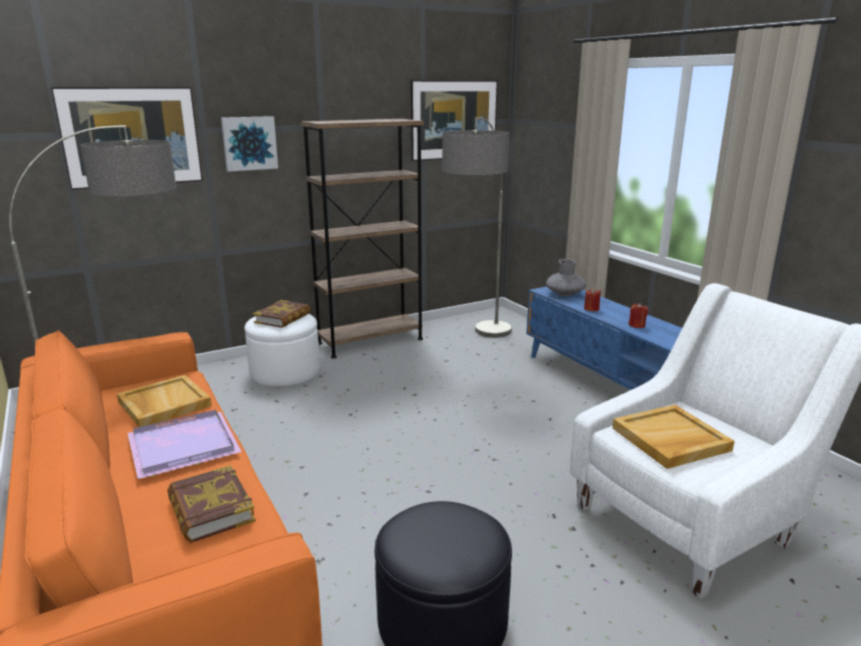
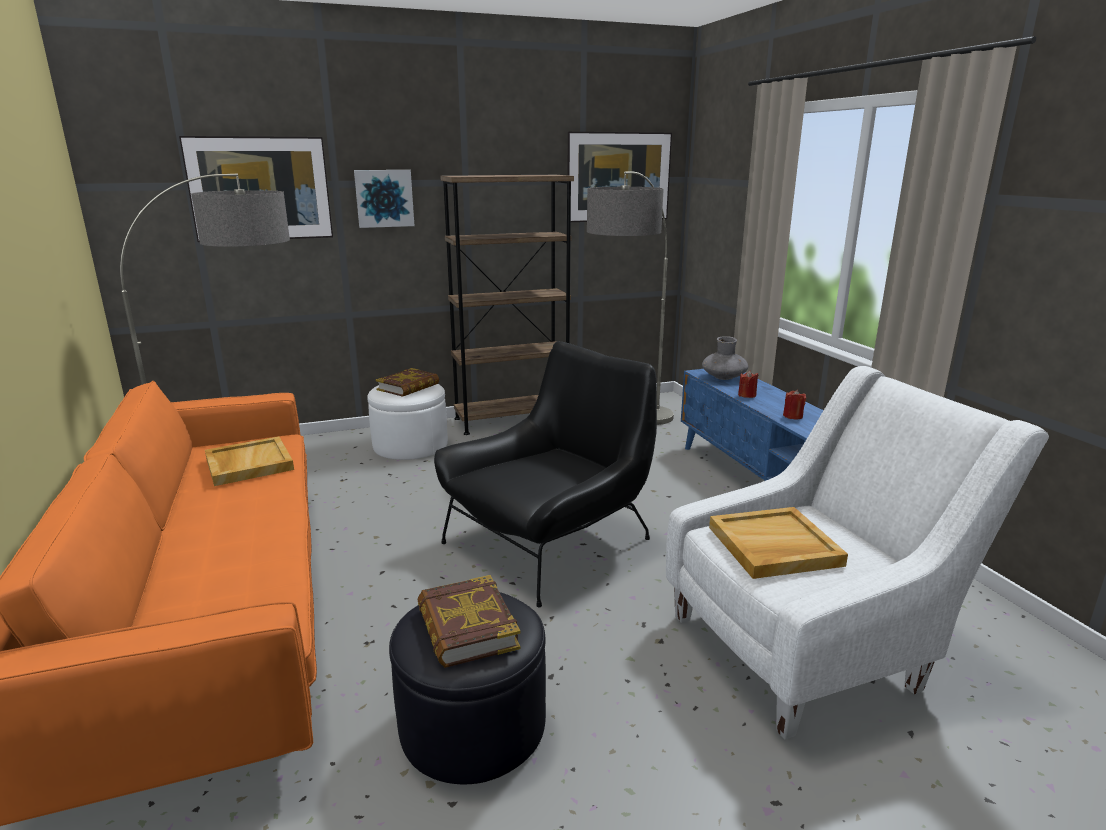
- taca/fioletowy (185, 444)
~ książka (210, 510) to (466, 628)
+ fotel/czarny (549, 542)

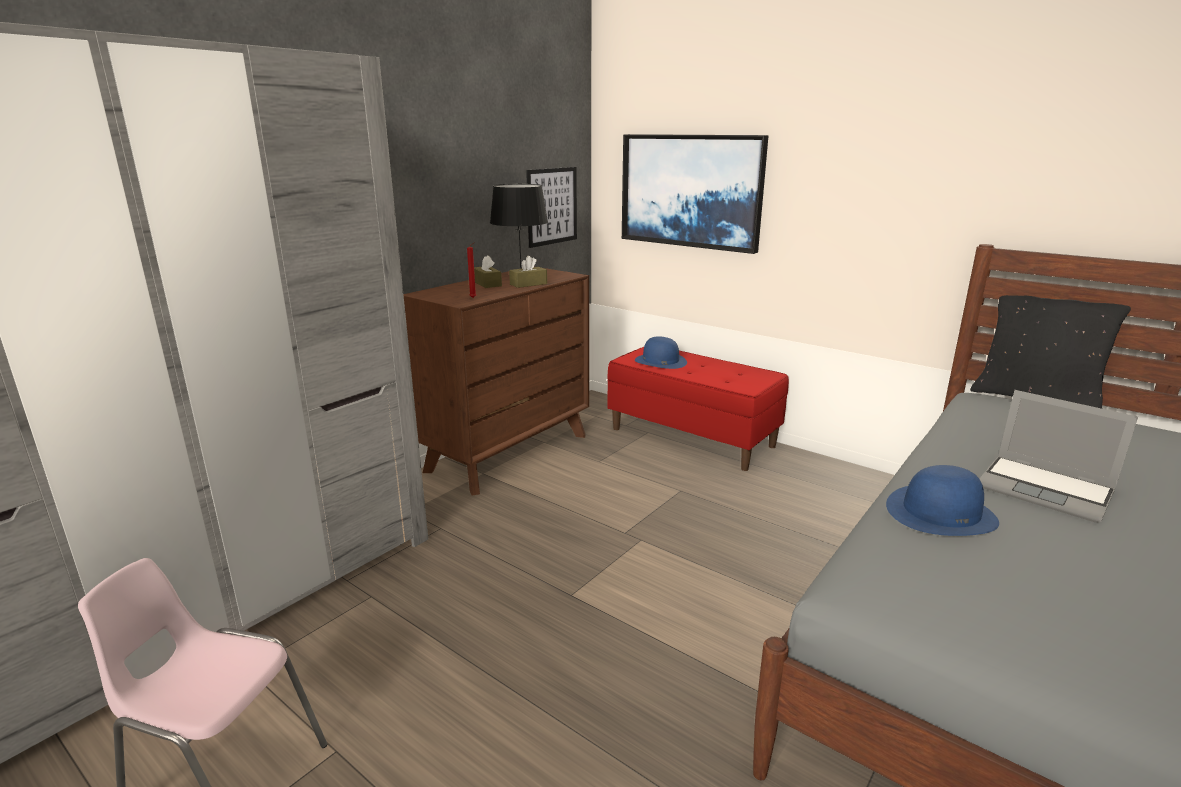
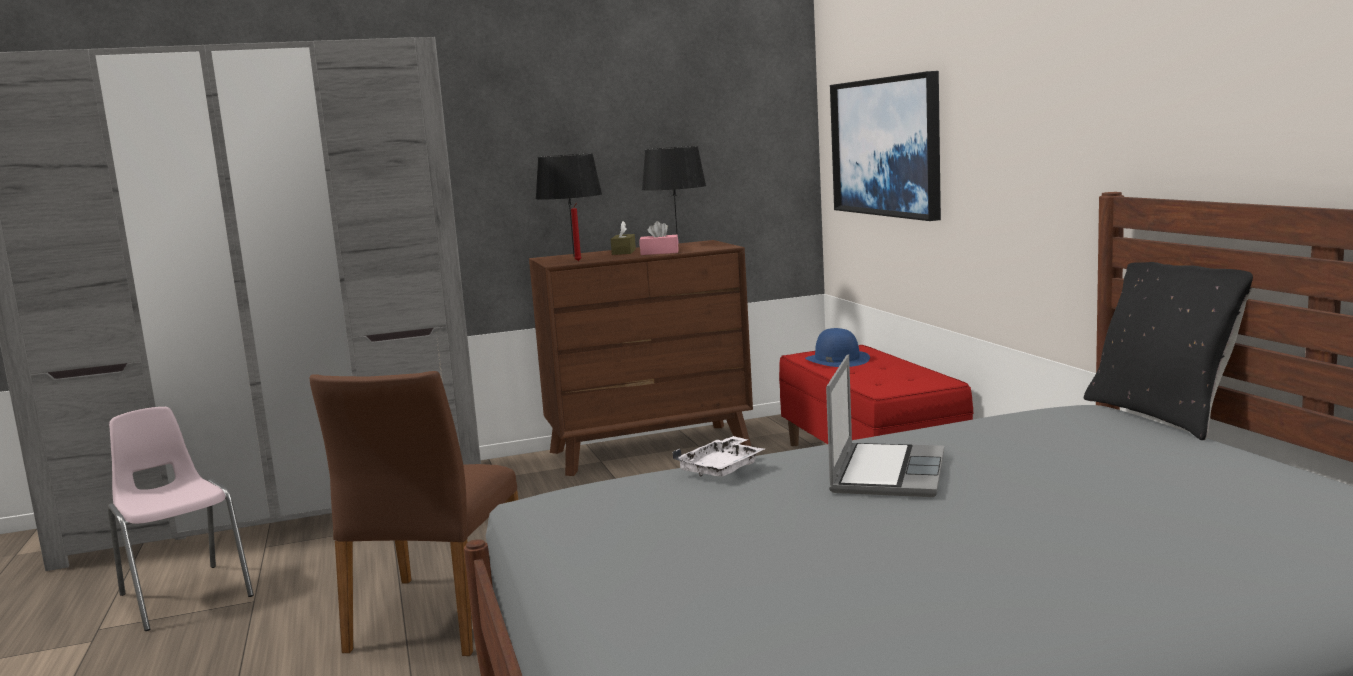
- obraz (552, 206)
~ pudełko chusteczek/brązowy (528, 284) to pudełko chusteczek/różowy (659, 252)
~ laptop (1046, 490) = (886, 472) 150 degrees counterclockwise
~ kapelusz/niebieski (941, 512) to taca/biały (722, 468)
+ lampa stołowa/czarny (574, 256)
+ krzesło/brązowy (436, 616)

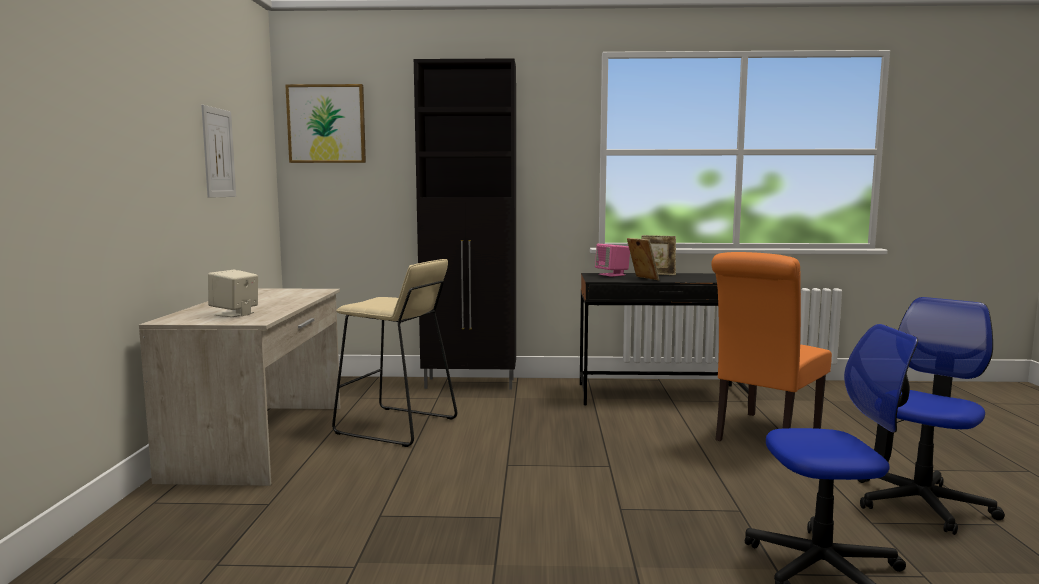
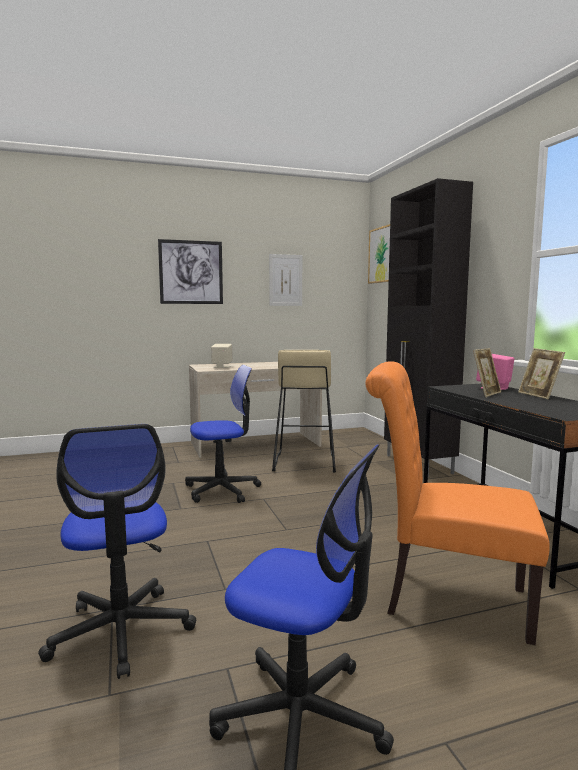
+ obraz (191, 272)
+ krzesło biurowe (222, 490)

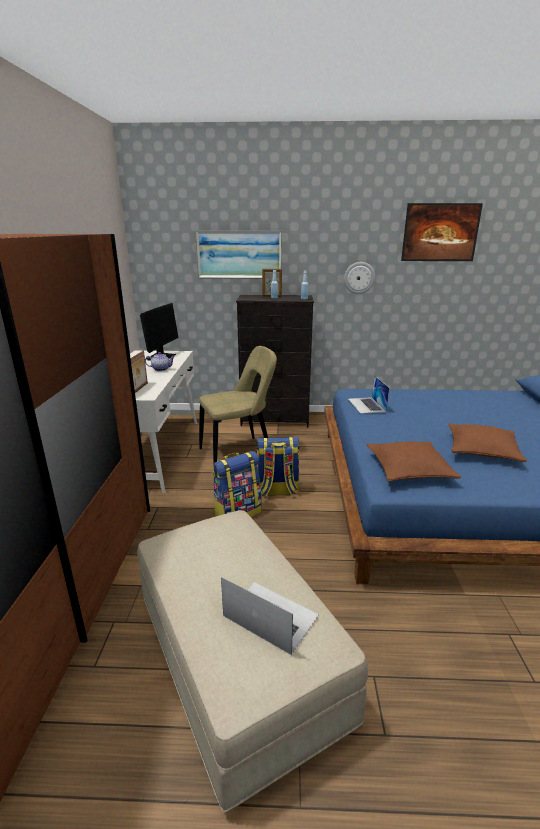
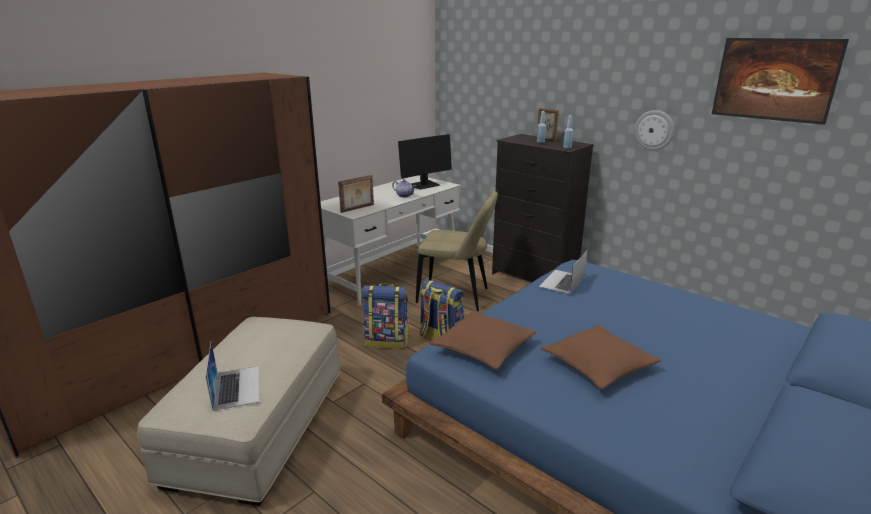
- obraz (239, 254)

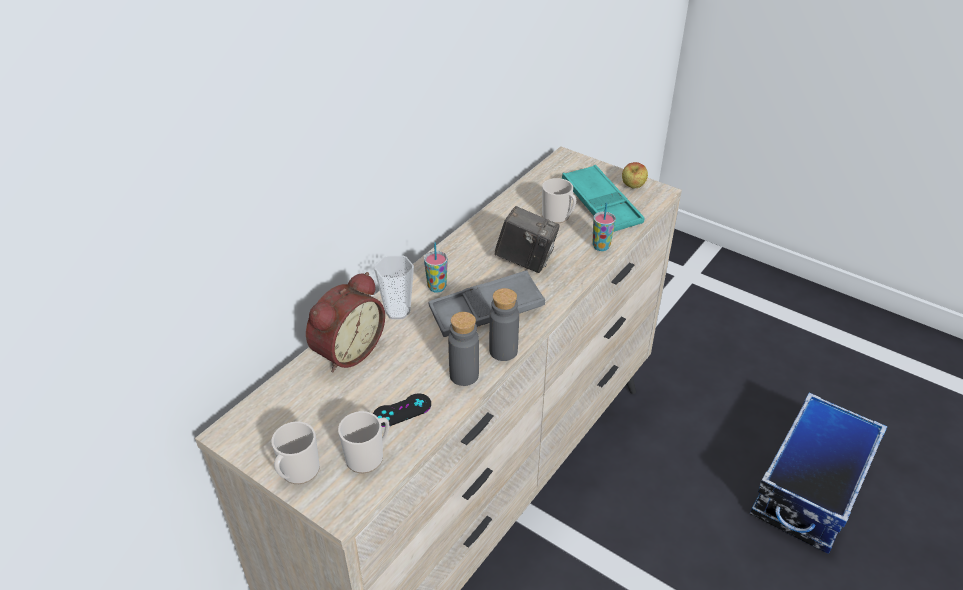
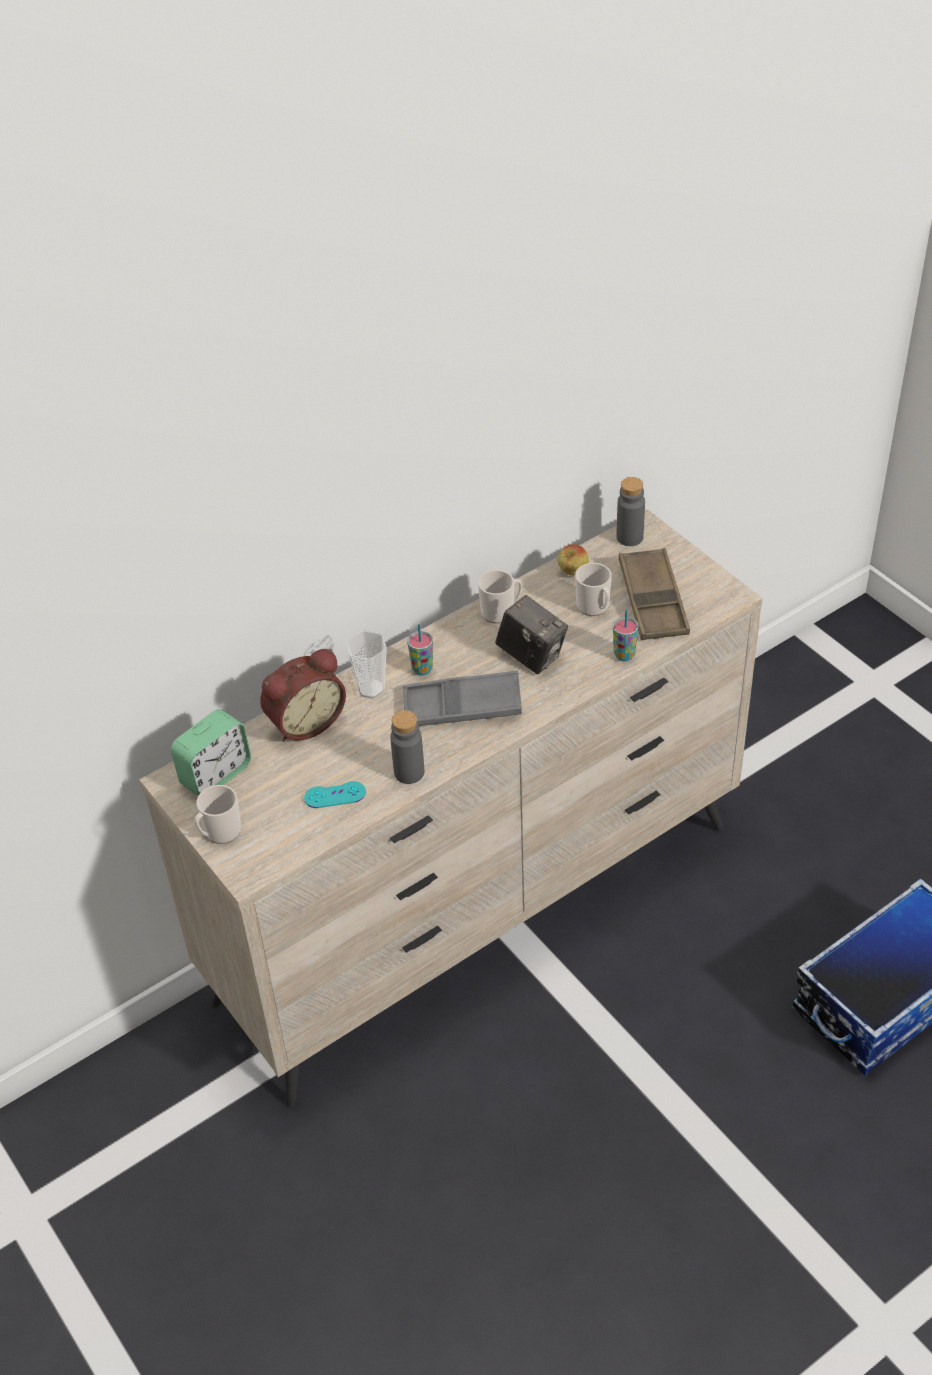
~ jabłko (633, 187) to (573, 573)
~ taca/turkusowy (601, 205) to taca/brązowy (653, 601)
~ butelka/szary (503, 351) to (629, 537)
~ pad do gier/czarny (402, 410) to pad do gier/turkusowy (335, 795)
~ kubek (368, 456) to (501, 611)
+ budzik (215, 775)

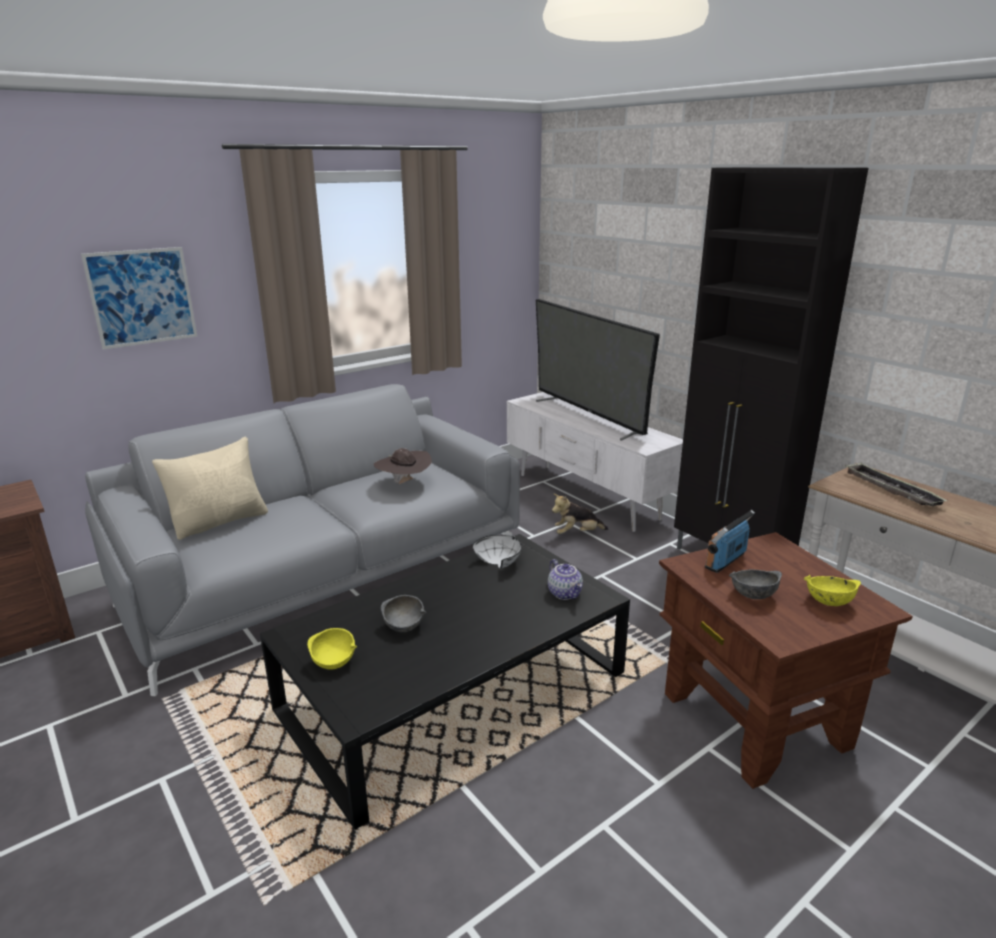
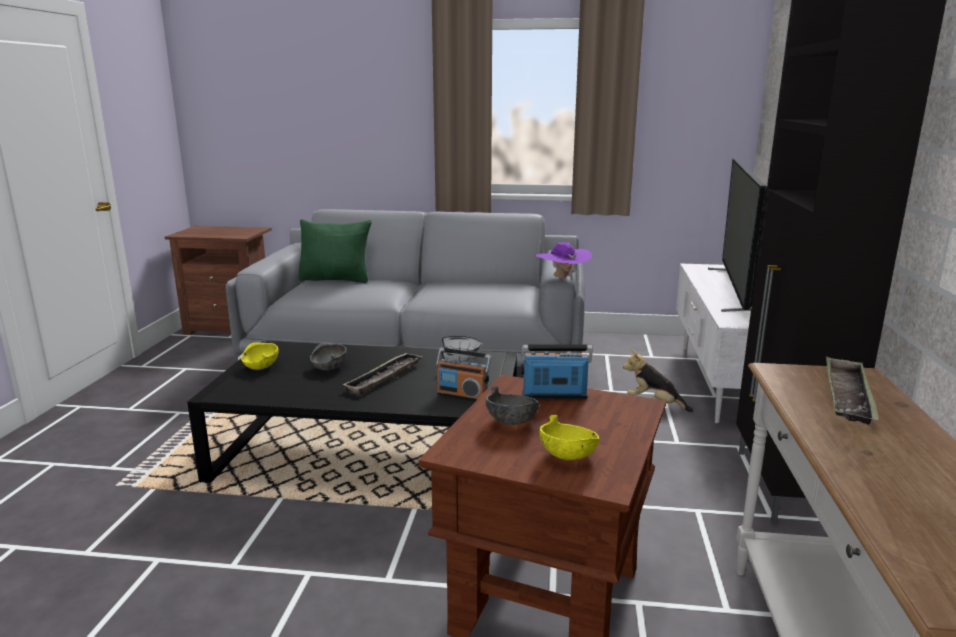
- obraz (142, 297)
~ poduszka/beżowy (220, 522) to poduszka/zielony (336, 279)
- kapelusz/brązowy (404, 484)
~ imbryk (565, 593) to radio (462, 396)
+ kapelusz/fioletowy (562, 278)
+ taca (384, 377)

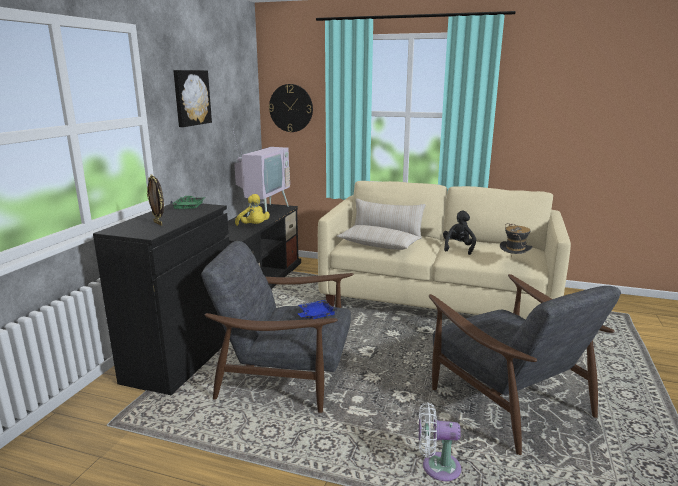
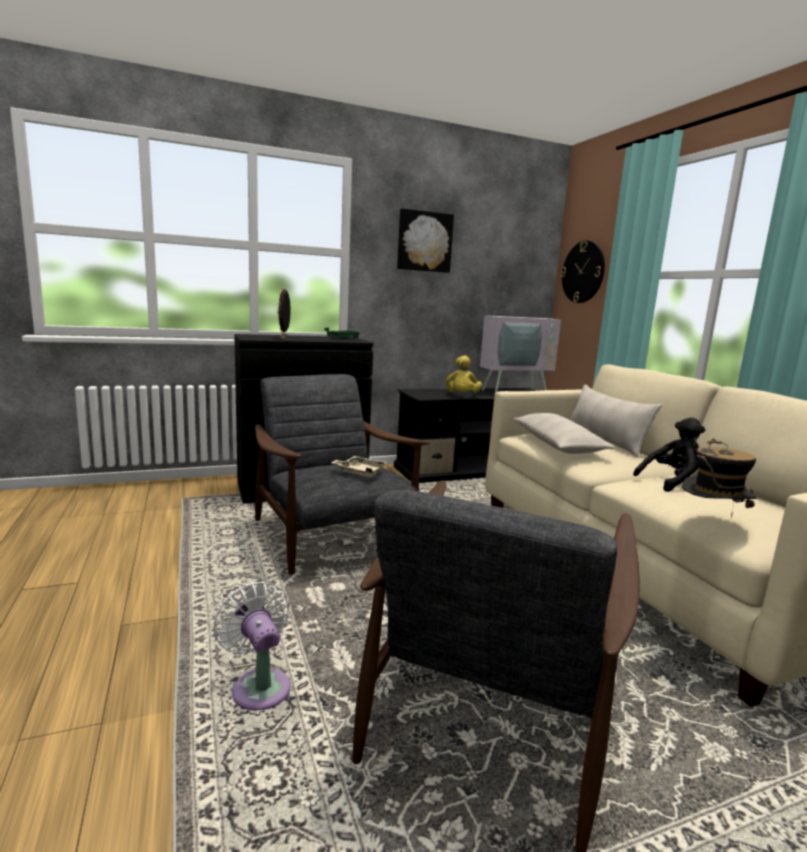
~ taca/niebieski (316, 315) to taca/beżowy (360, 472)

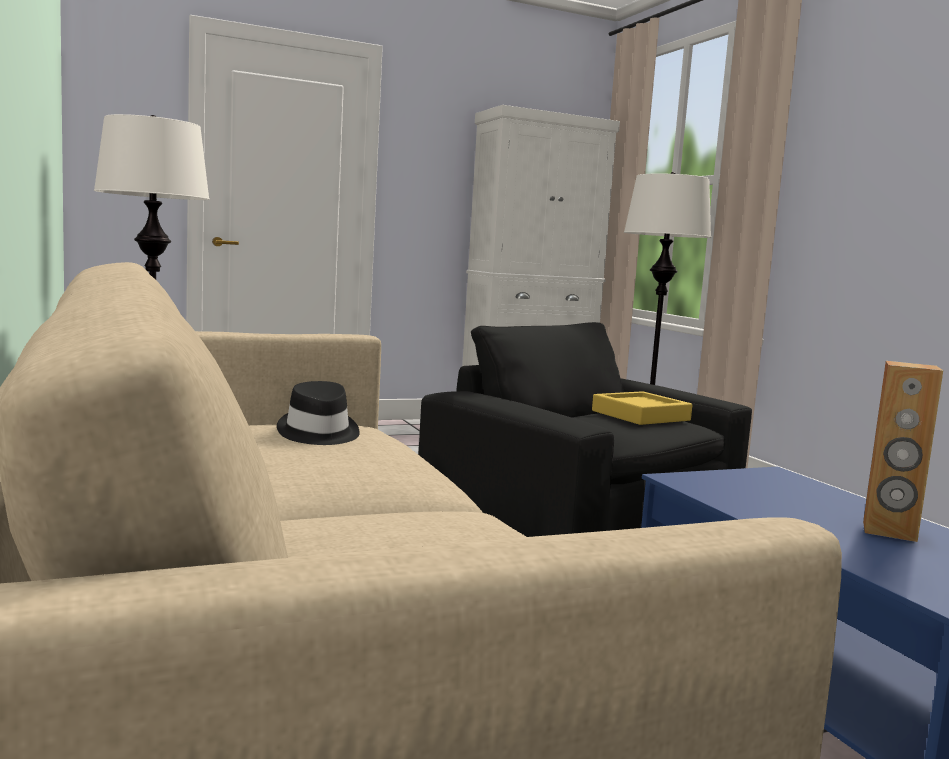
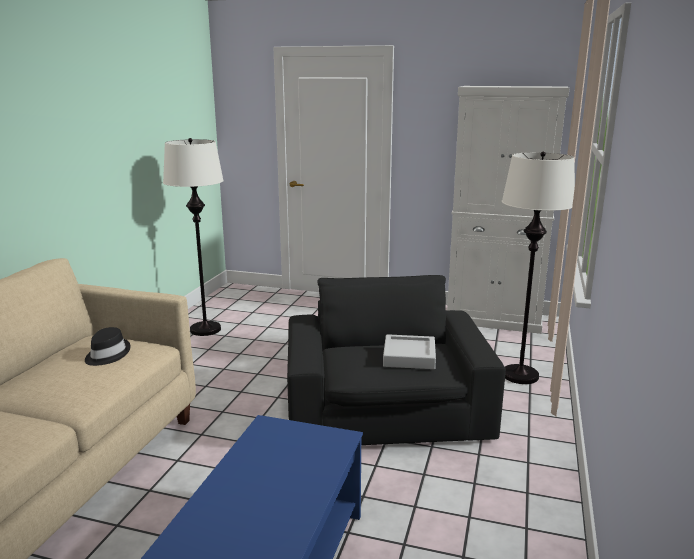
- głośnik/brązowy (889, 531)
~ taca/żółty (640, 415) to taca/szary (409, 356)

